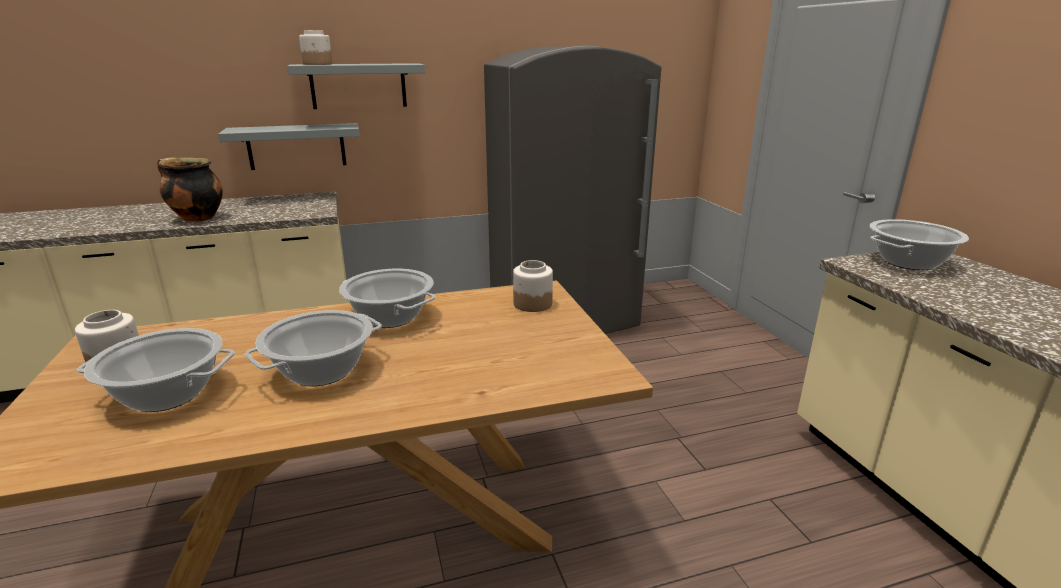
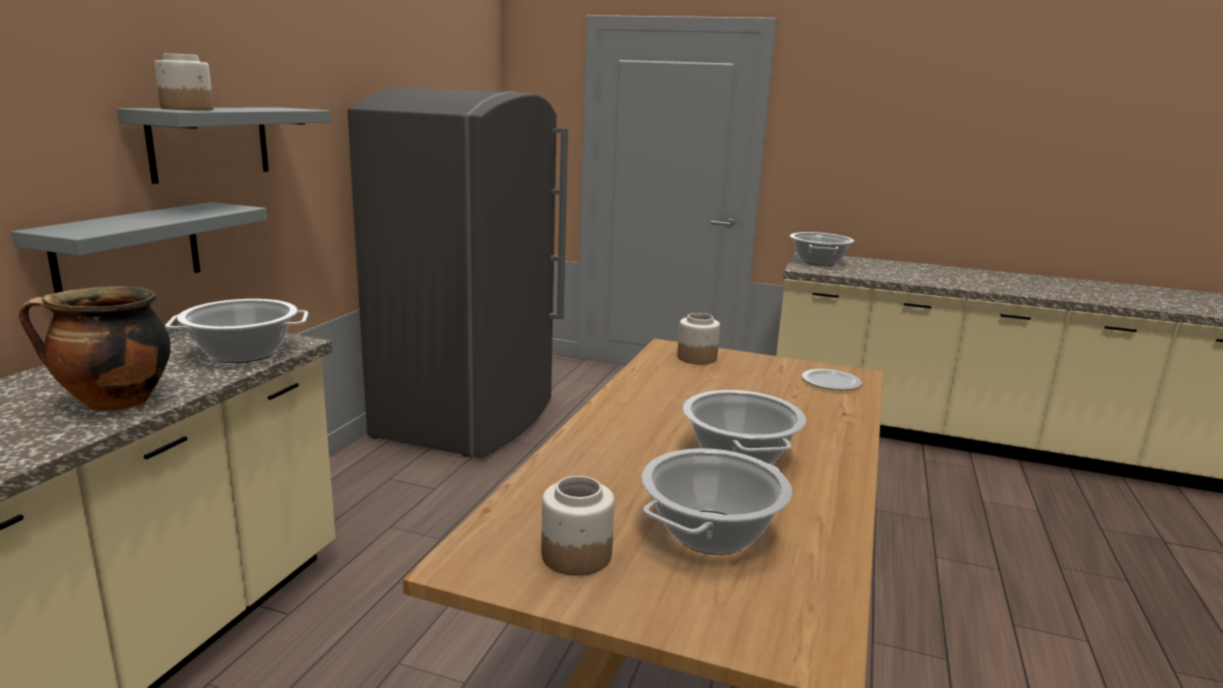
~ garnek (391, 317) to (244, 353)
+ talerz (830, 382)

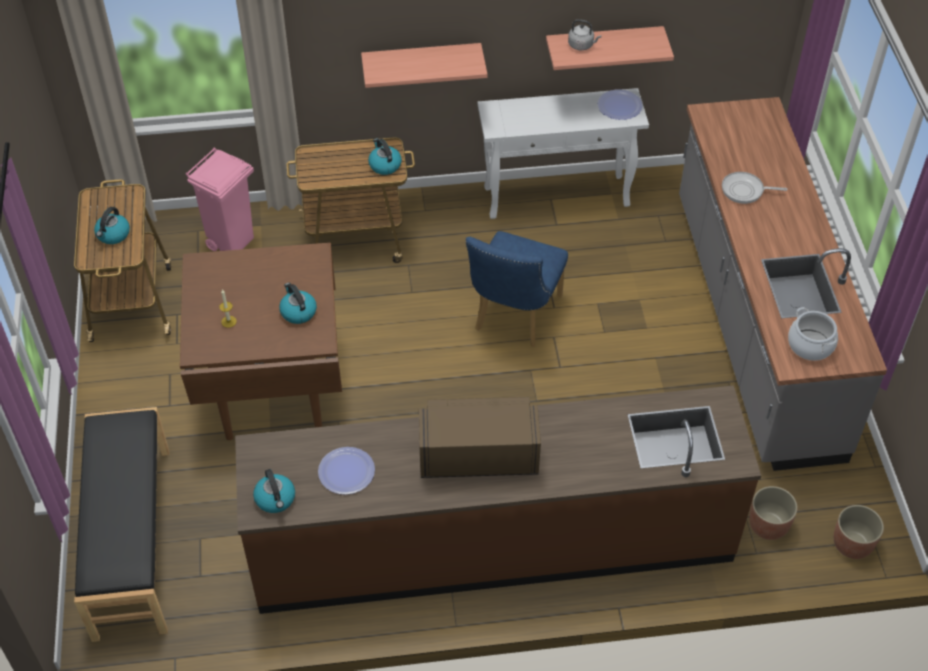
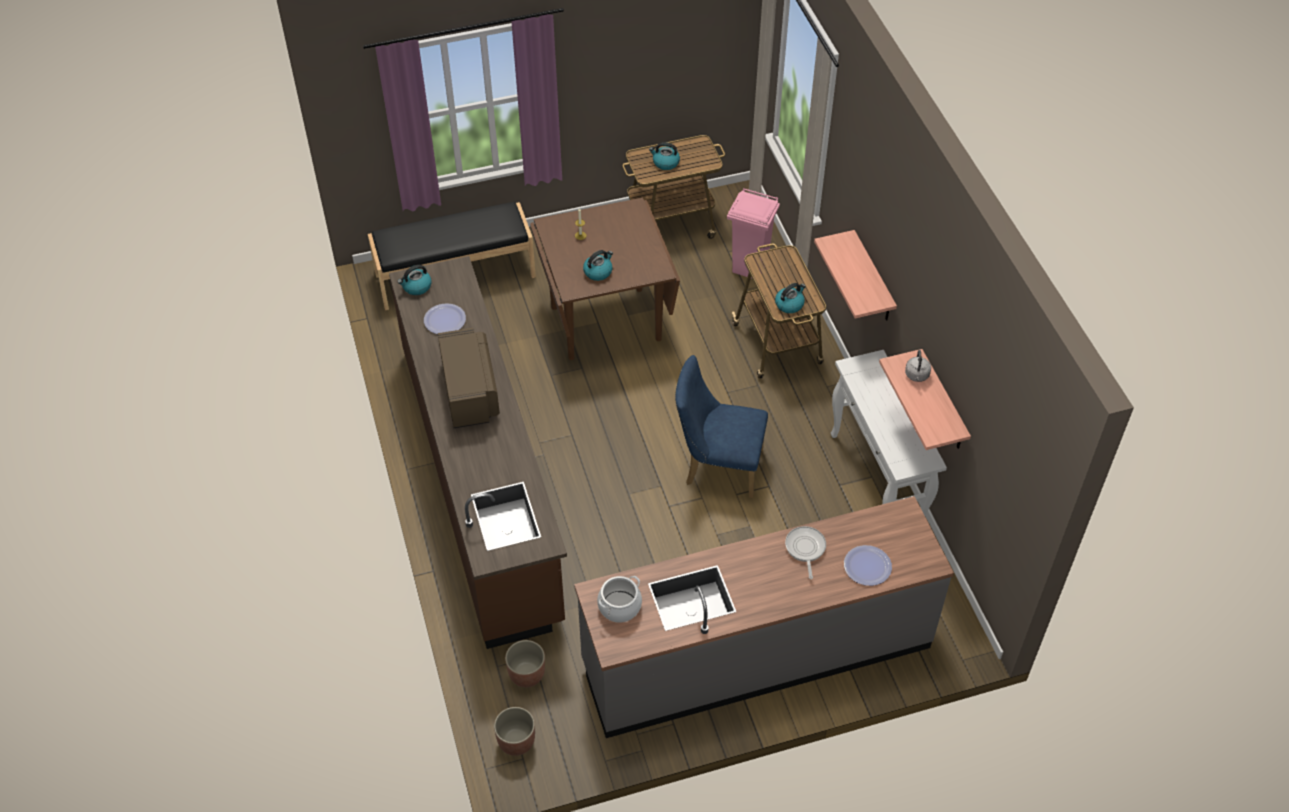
~ talerz (620, 106) to (867, 566)

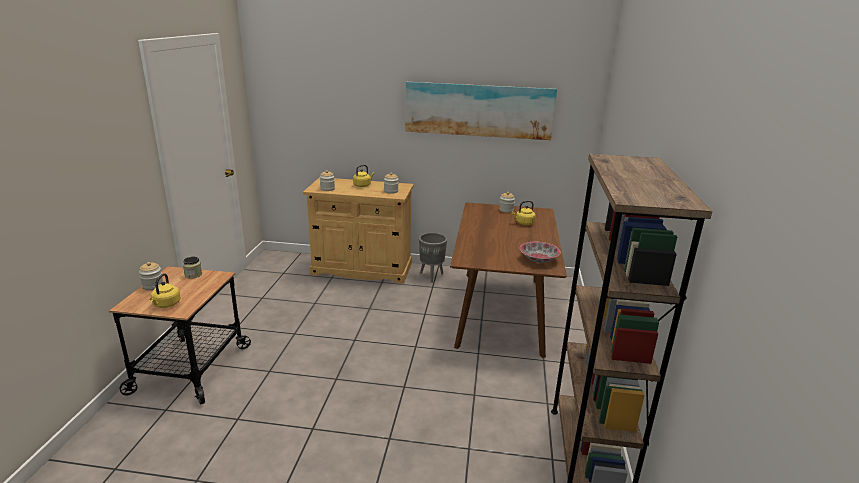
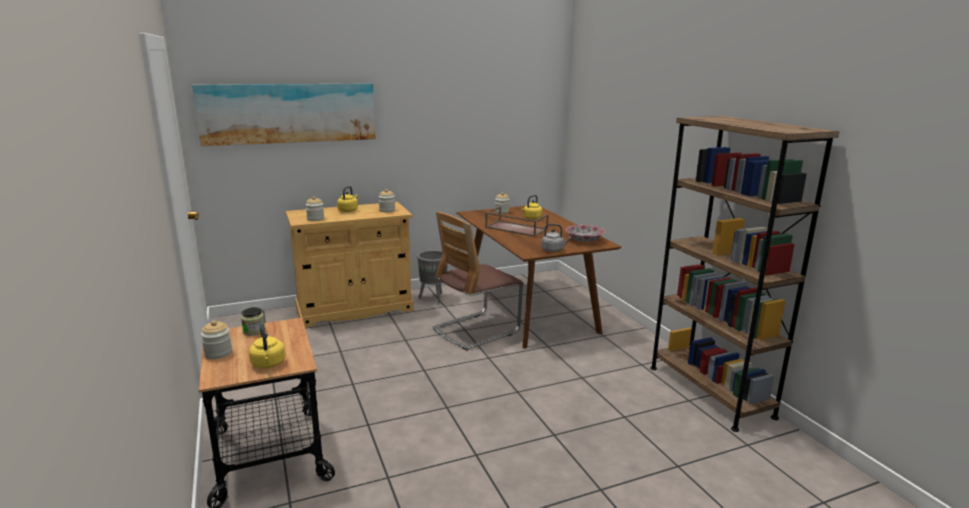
~ obraz (478, 110) to (289, 113)
+ taca/brązowy (515, 228)
+ krzesło (476, 330)
+ czajnik/szary (553, 250)

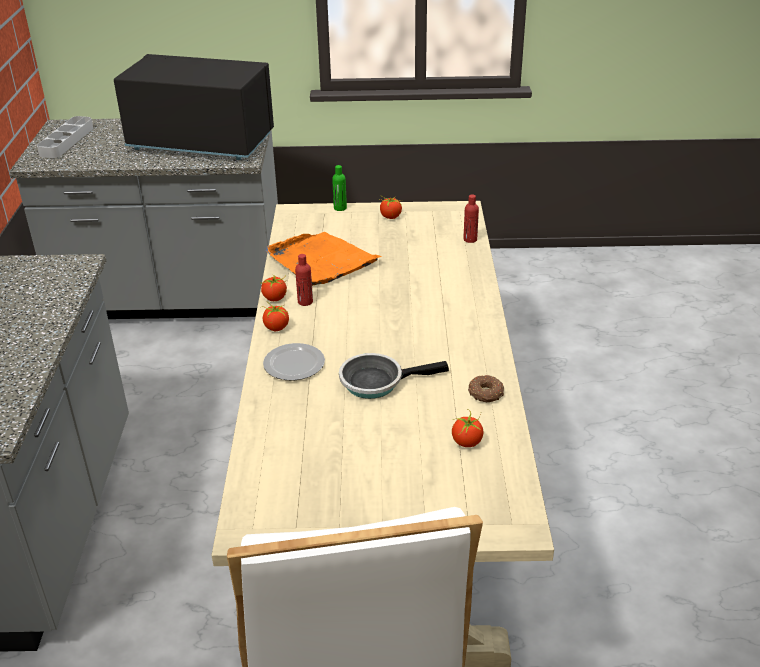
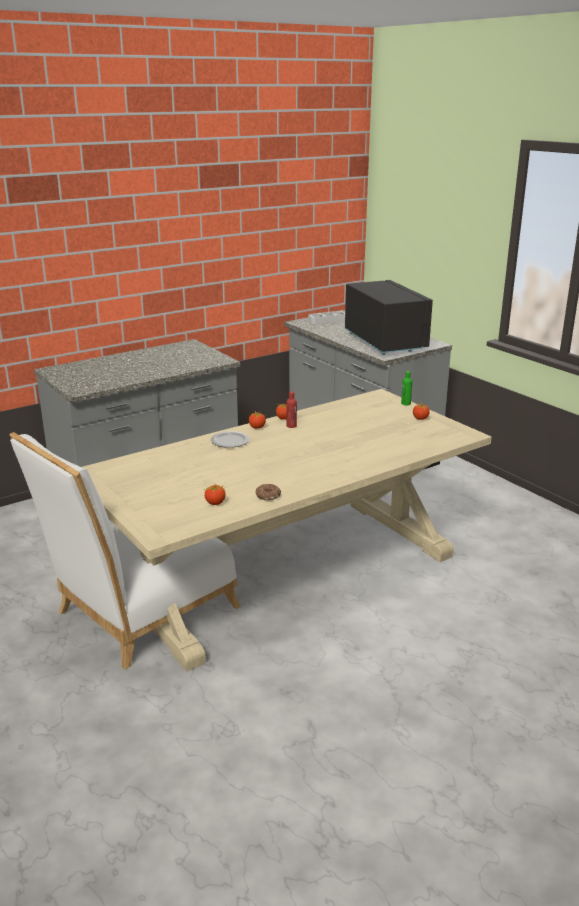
- butelka/czerwony (470, 239)
- taca/pomarańczowy (321, 261)
- patelnia (377, 381)

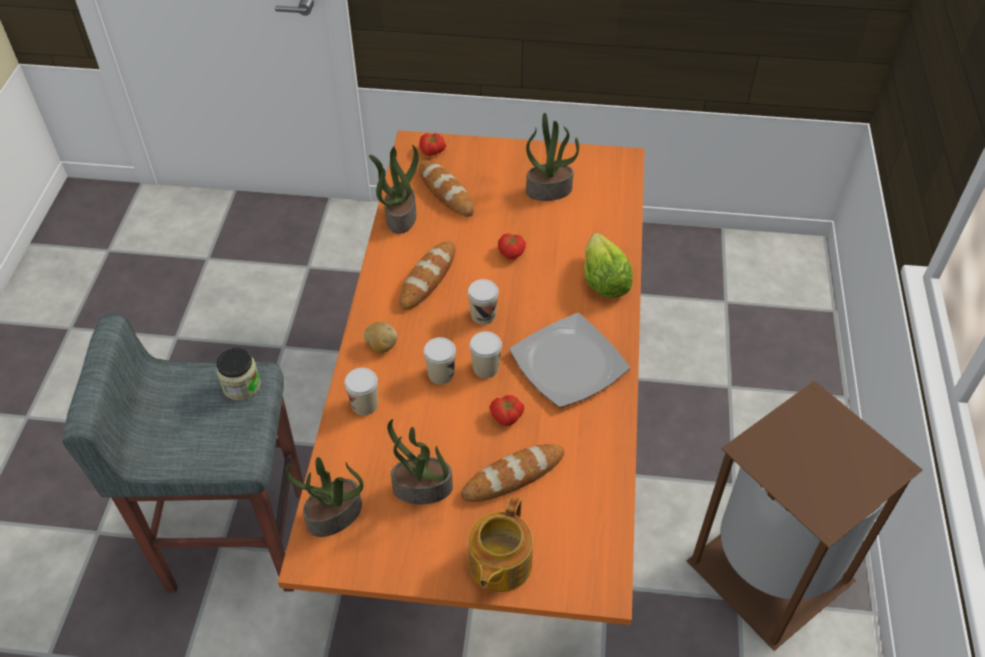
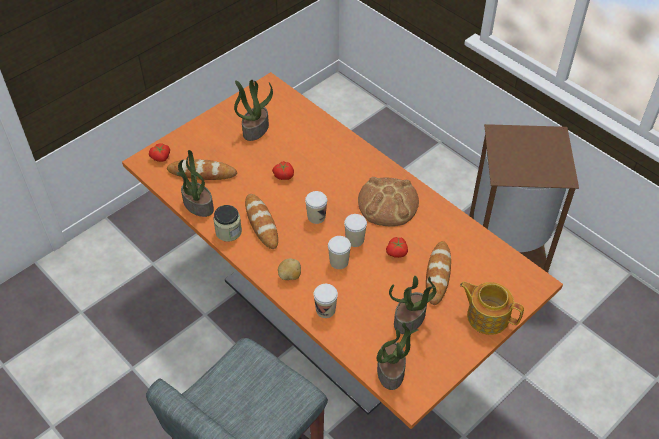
- sałata (603, 280)
~ talerz (570, 363) to chleb (388, 203)
~ słoik (241, 386) to (228, 231)
~ imbryk (498, 564) = (487, 316) 150 degrees clockwise

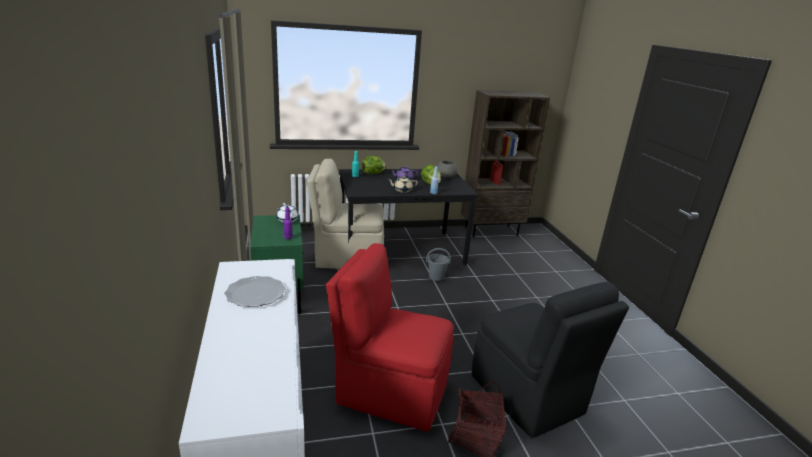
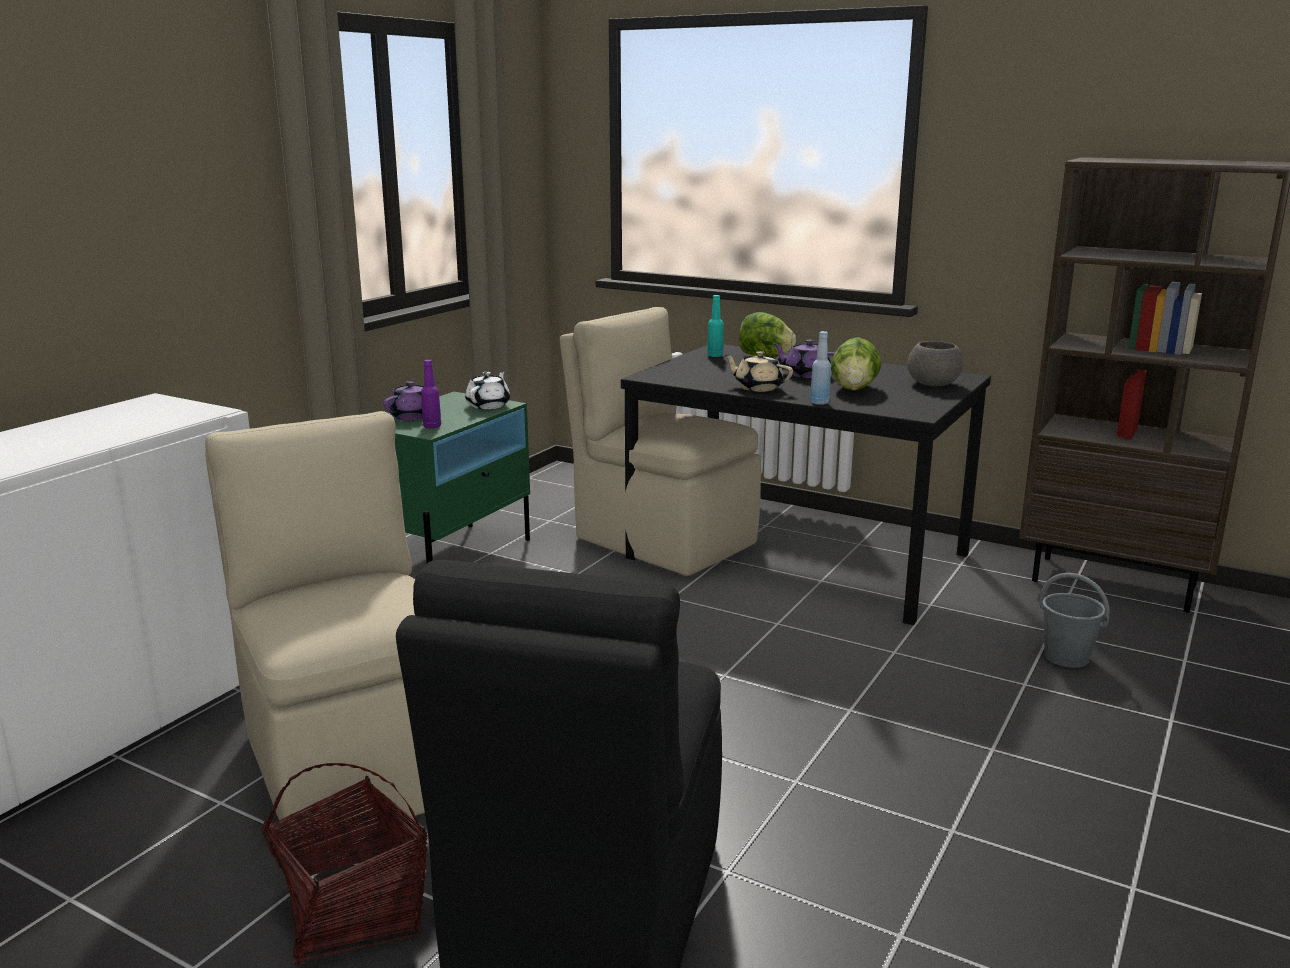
~ krzesło/czerwony (390, 391) to krzesło/beżowy (355, 761)
~ wiadro/szary (436, 276) to (1067, 657)
- talerz (256, 294)
+ imbryk/fioletowy (413, 416)

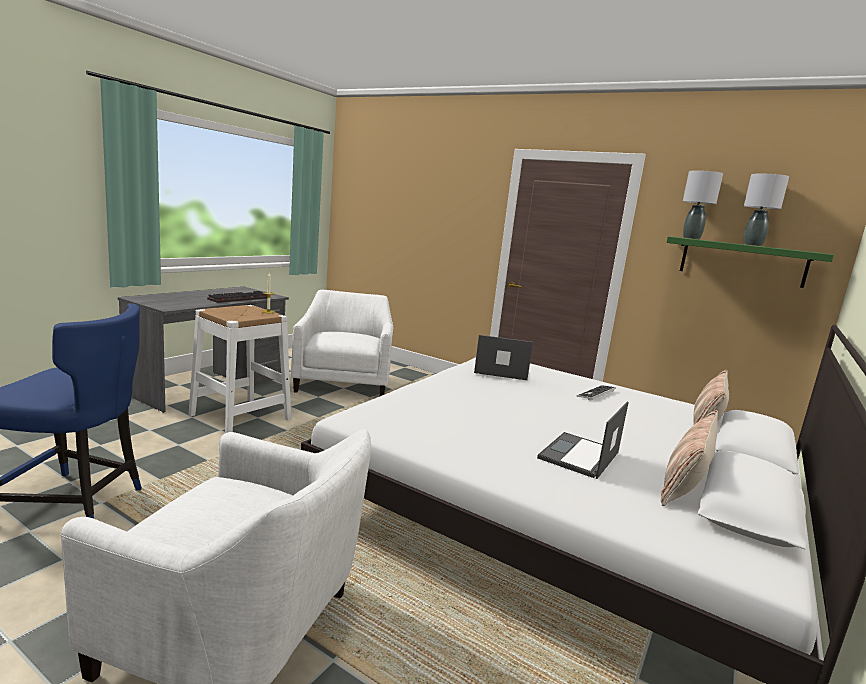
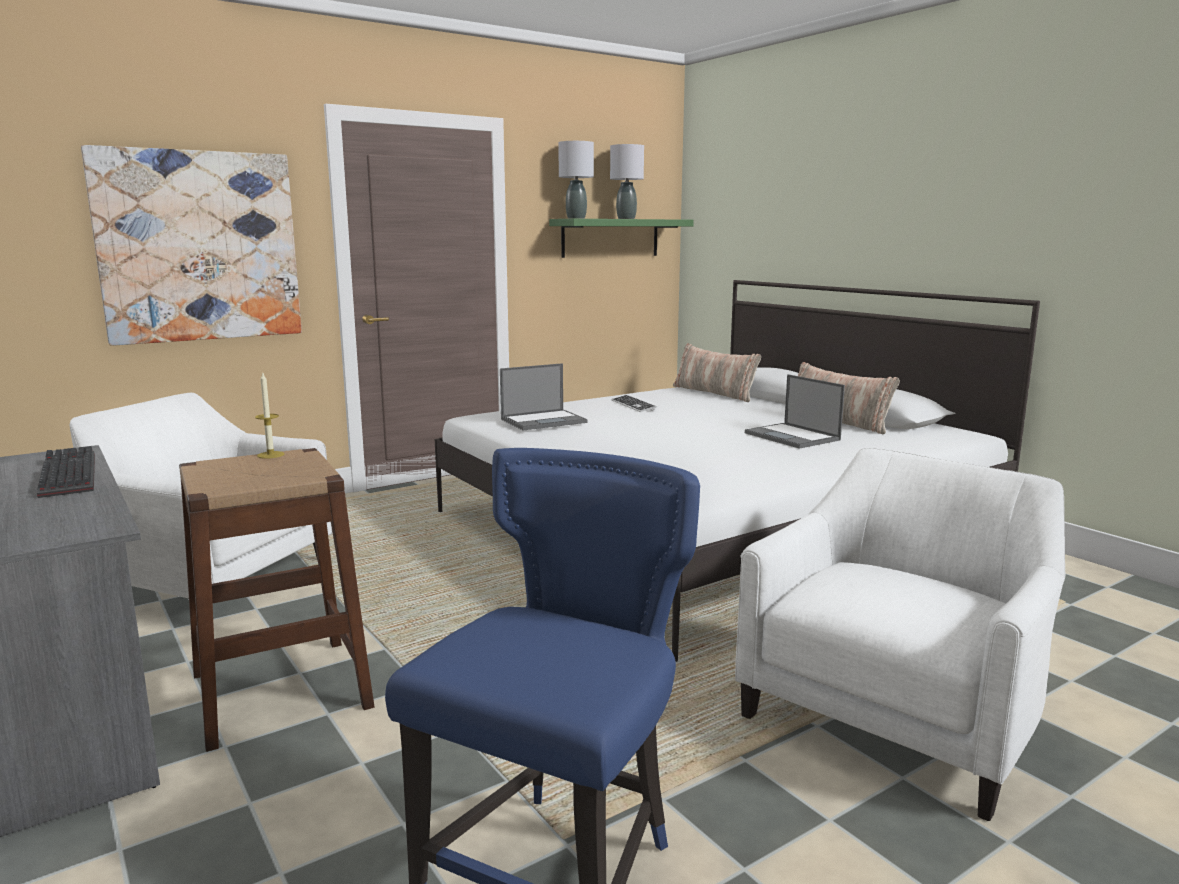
~ stołek/biały (240, 417) to stołek/brązowy (281, 690)
~ laptop (500, 371) = (544, 420) 150 degrees counterclockwise
+ obraz (199, 246)

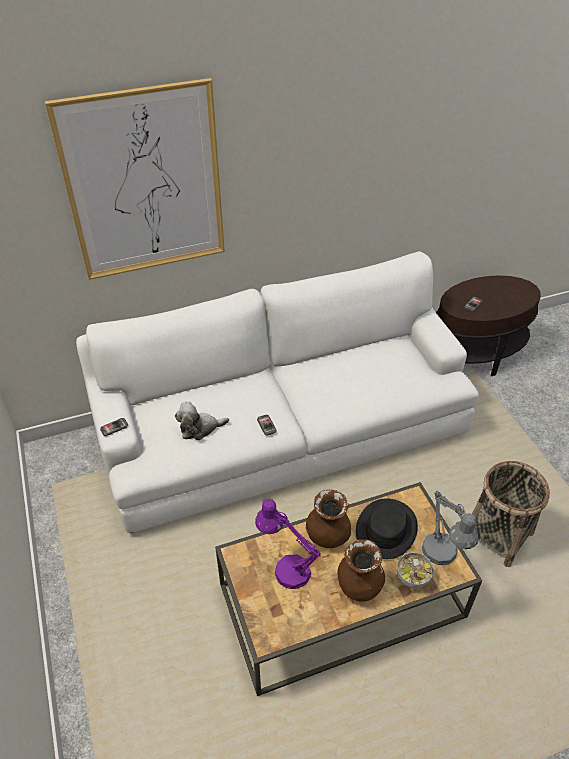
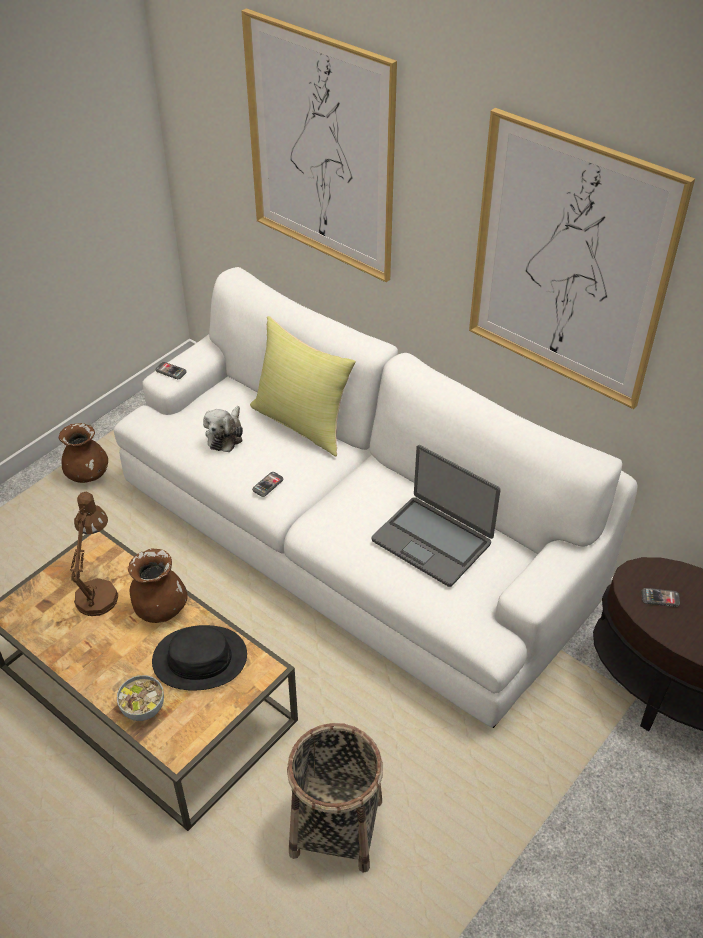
~ pluszak (200, 428) = (225, 435) 120 degrees counterclockwise
- lampa stołowa/szary (442, 556)
~ lampa stołowa/fioletowy (286, 568) to lampa stołowa/brązowy (99, 591)
~ wazon/brązowy (358, 586) to (88, 474)
+ obraz (569, 262)
+ poduszka/żółty (302, 422)
+ laptop (432, 541)

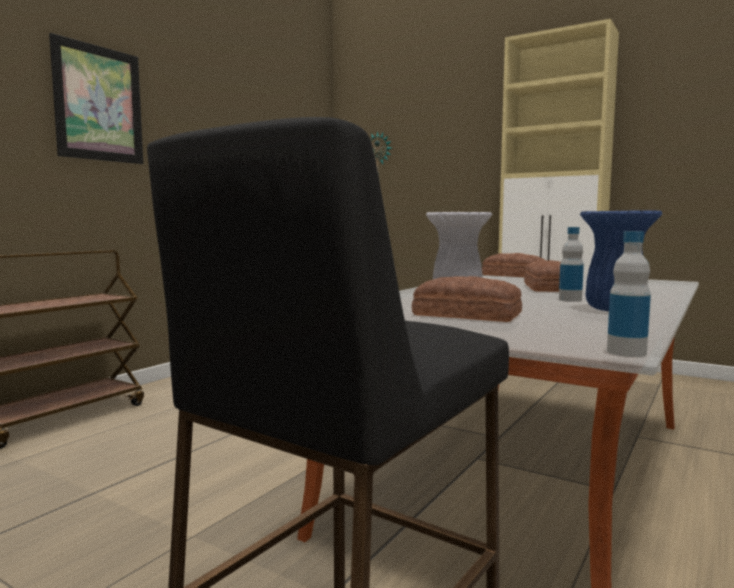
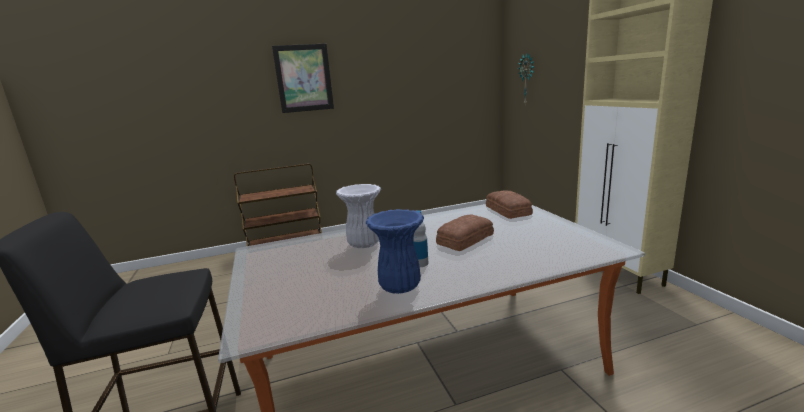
- butelka (626, 352)
- chleb (467, 315)

